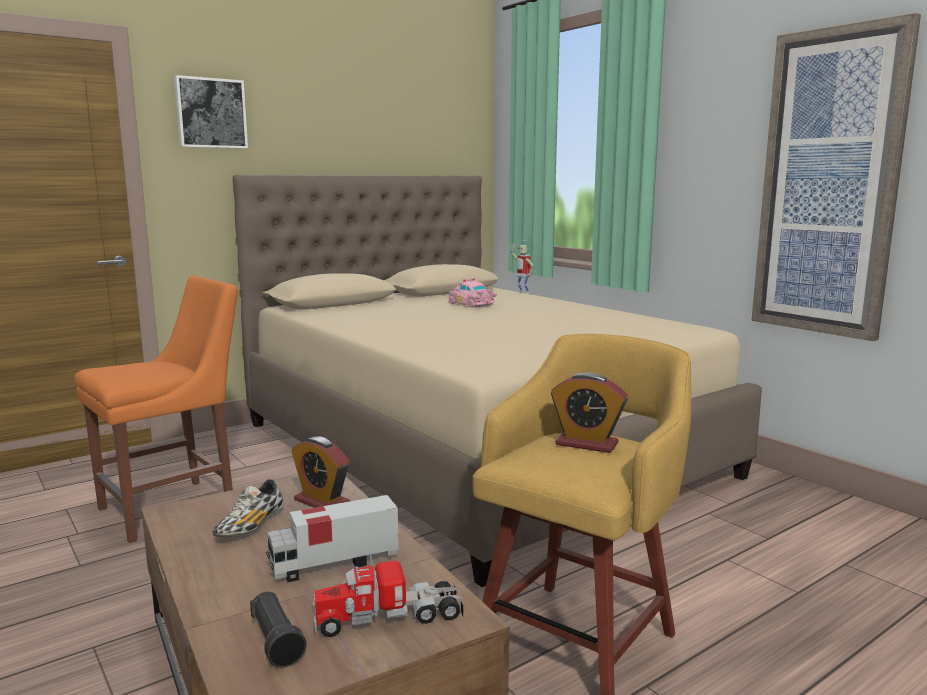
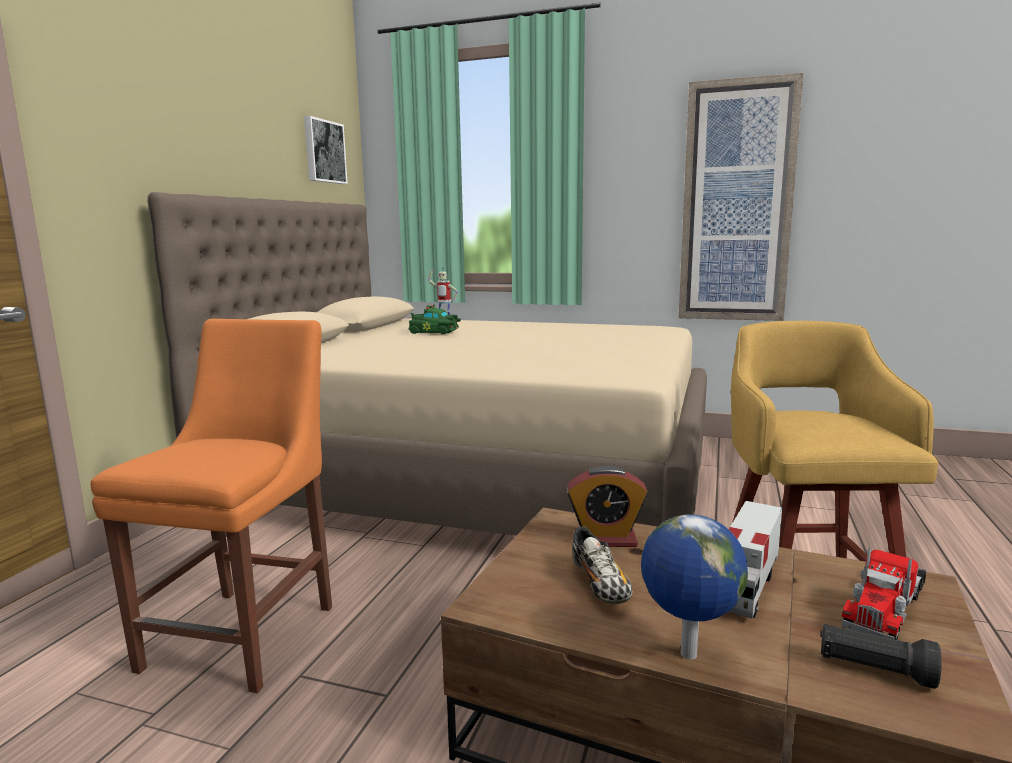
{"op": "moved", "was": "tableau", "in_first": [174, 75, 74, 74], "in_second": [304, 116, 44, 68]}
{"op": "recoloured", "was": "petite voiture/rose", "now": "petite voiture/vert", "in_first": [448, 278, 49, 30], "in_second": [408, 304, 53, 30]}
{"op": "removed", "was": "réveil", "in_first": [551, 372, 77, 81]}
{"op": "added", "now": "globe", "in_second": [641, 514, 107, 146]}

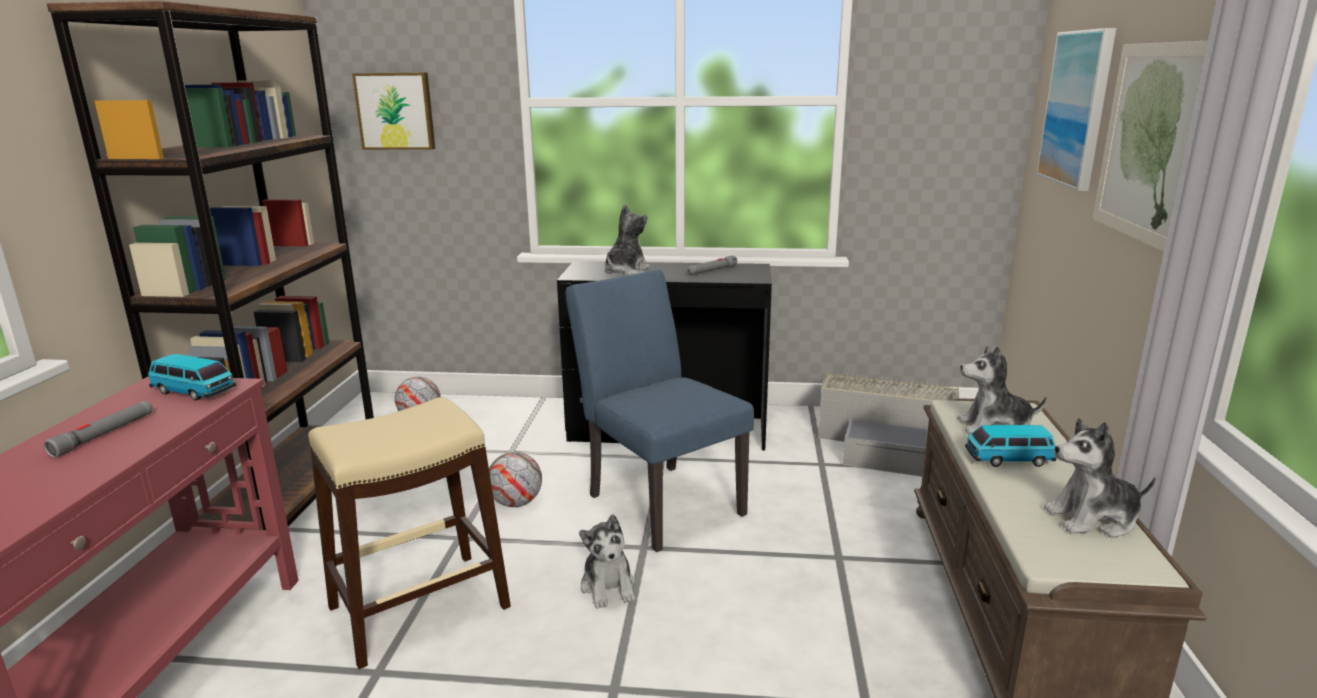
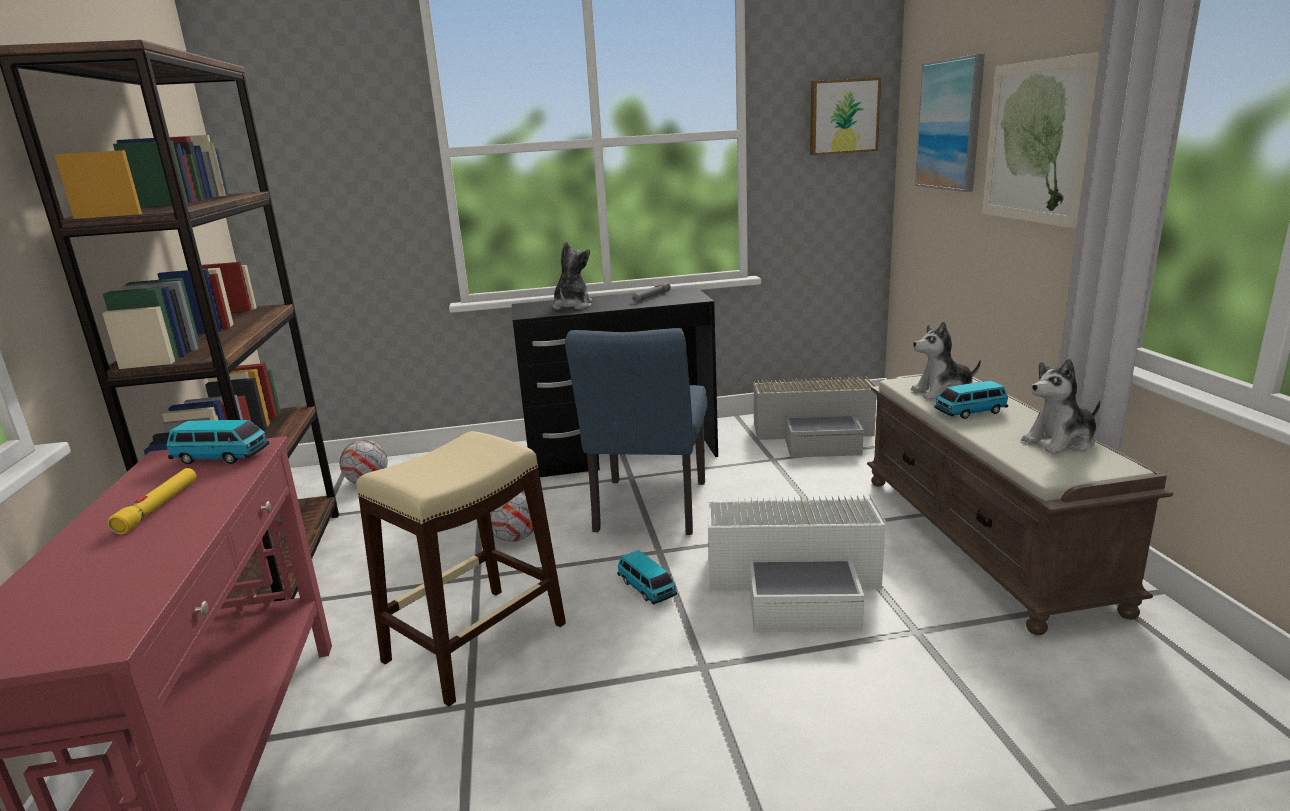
{"op": "recoloured", "was": "lampe de poche/gris", "now": "lampe de poche/jaune", "in_first": [44, 401, 109, 57], "in_second": [108, 468, 89, 66]}
{"op": "moved", "was": "tableau", "in_first": [352, 72, 83, 78], "in_second": [810, 77, 71, 78]}
{"op": "turned", "was": "chaise/bleu", "in_first": [566, 270, 188, 282], "in_second": [565, 328, 142, 207], "clockwise": -120}
{"op": "replaced", "was": "peluche", "now": "petite voiture", "in_first": [579, 514, 56, 95], "in_second": [617, 550, 60, 55]}
{"op": "added", "now": "boîte de rangement/blanc", "in_second": [708, 495, 178, 137]}

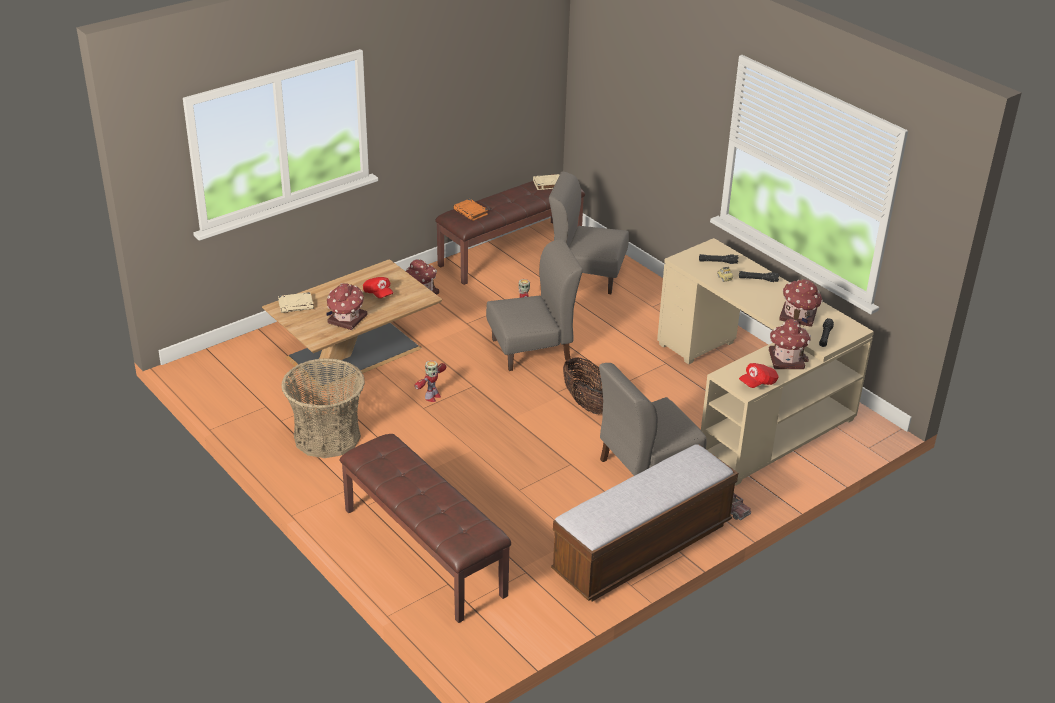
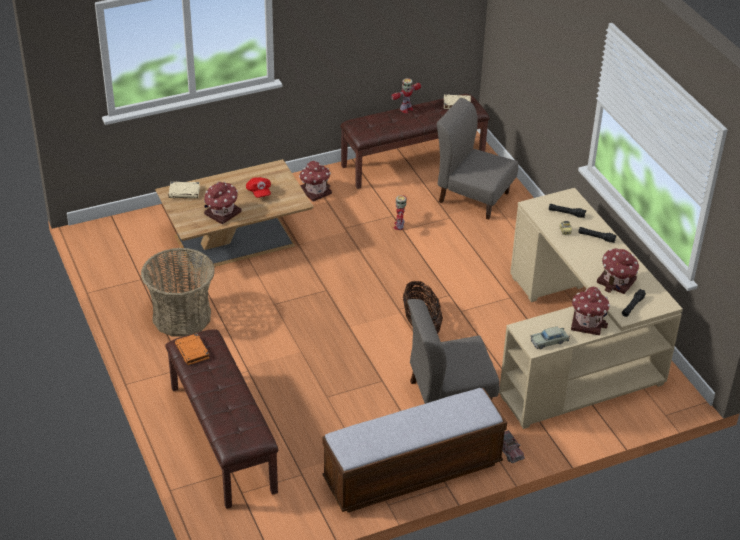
{"op": "moved", "was": "robot jouet", "in_first": [415, 360, 31, 42], "in_second": [391, 78, 30, 35]}
{"op": "moved", "was": "livre/orange", "in_first": [453, 199, 35, 22], "in_second": [175, 333, 34, 32]}
{"op": "removed", "was": "chaise/gris", "in_first": [486, 239, 97, 132]}
{"op": "replaced", "was": "casquette/rouge", "now": "petite voiture/beige", "in_first": [739, 363, 40, 25], "in_second": [531, 327, 39, 22]}

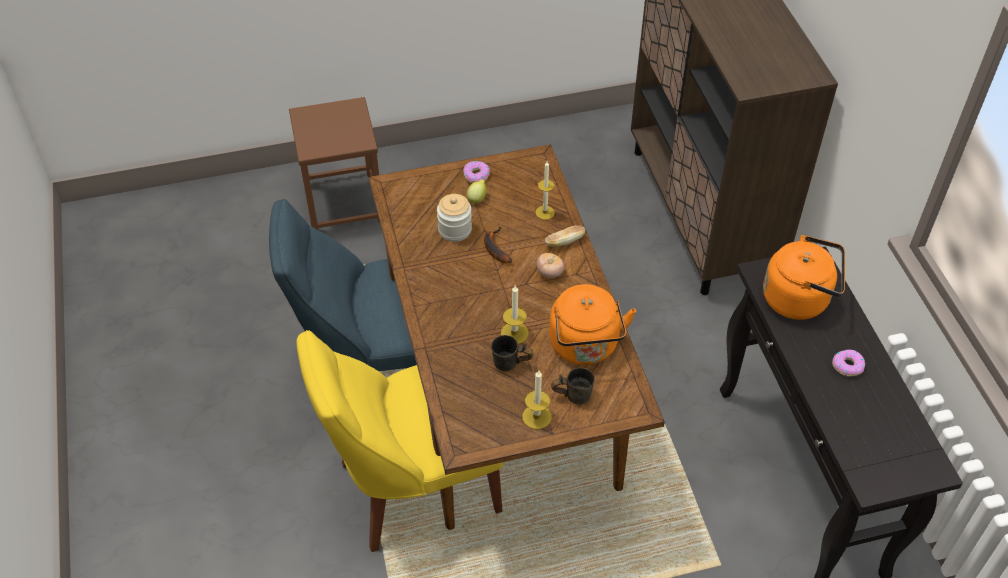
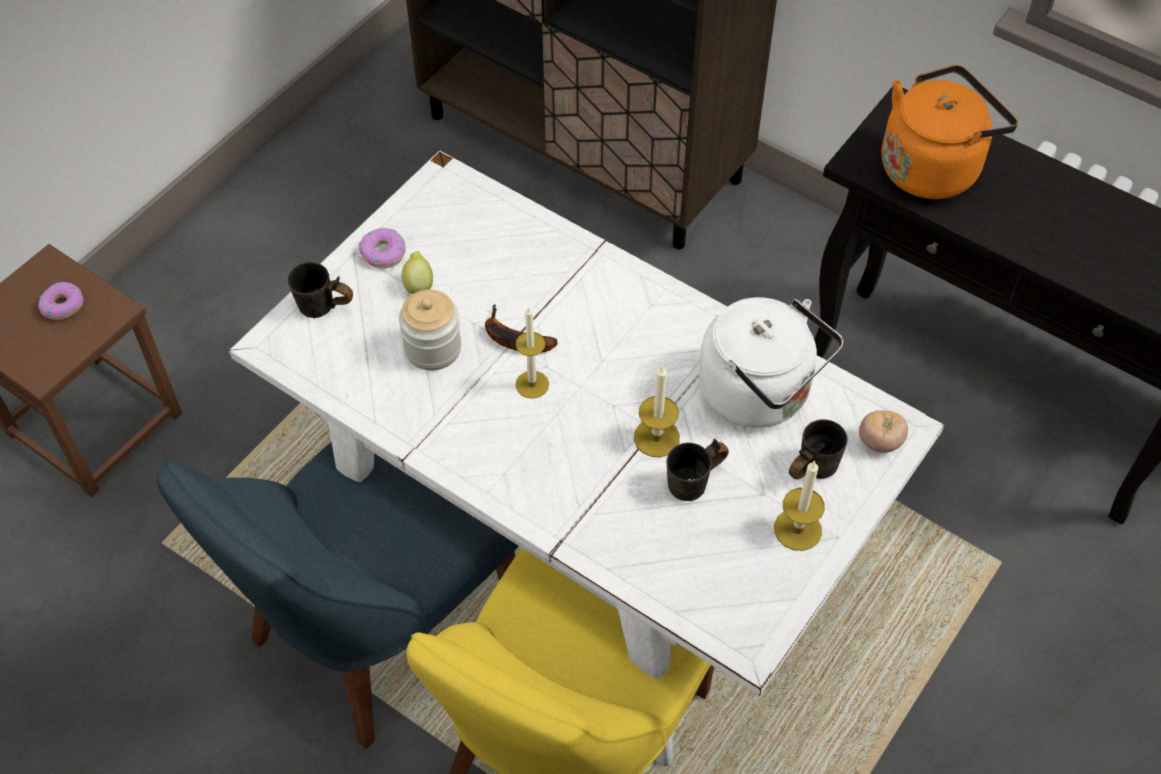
{"op": "recoloured", "was": "table à manger/marron", "now": "table à manger/blanc", "in_first": [369, 144, 296, 386], "in_second": [229, 150, 716, 616]}
{"op": "moved", "was": "bougie", "in_first": [536, 161, 19, 59], "in_second": [515, 307, 34, 92]}
{"op": "moved", "was": "tomate", "in_first": [537, 253, 27, 25], "in_second": [859, 410, 49, 43]}
{"op": "removed", "was": "pain", "in_first": [545, 225, 40, 22]}
{"op": "recoloured", "was": "bouilloire/orange", "now": "bouilloire/blanc", "in_first": [549, 284, 87, 81], "in_second": [698, 297, 145, 131]}
{"op": "moved", "was": "beignet", "in_first": [832, 350, 33, 26], "in_second": [38, 282, 46, 38]}
{"op": "added", "now": "mug/gris", "in_second": [288, 262, 65, 56]}

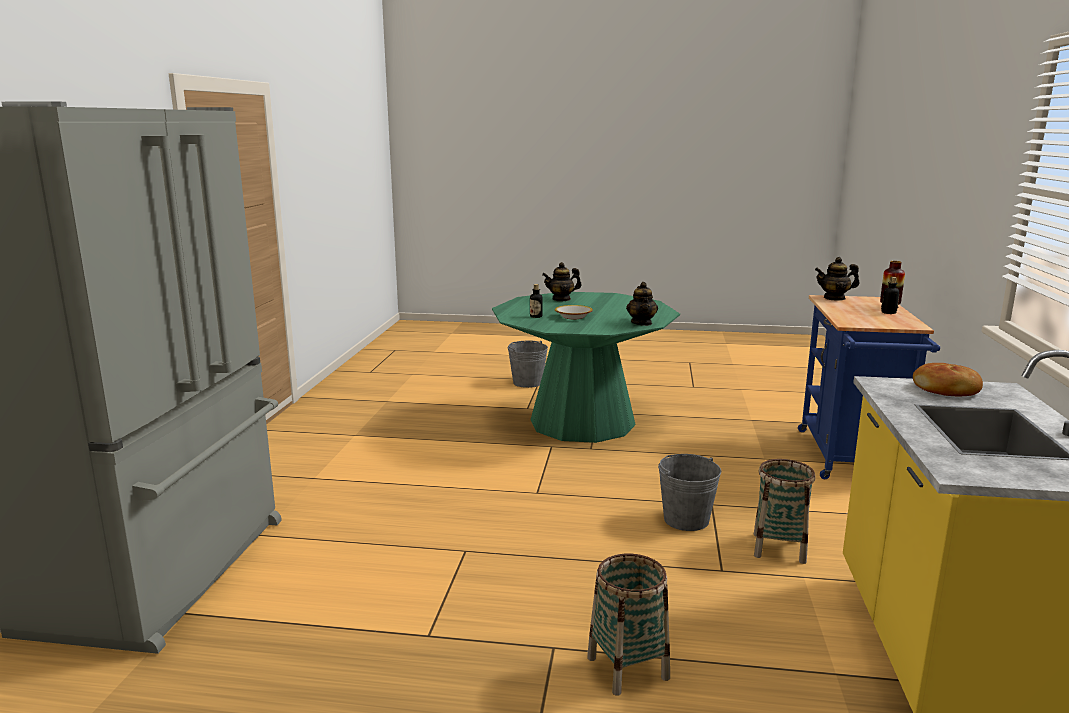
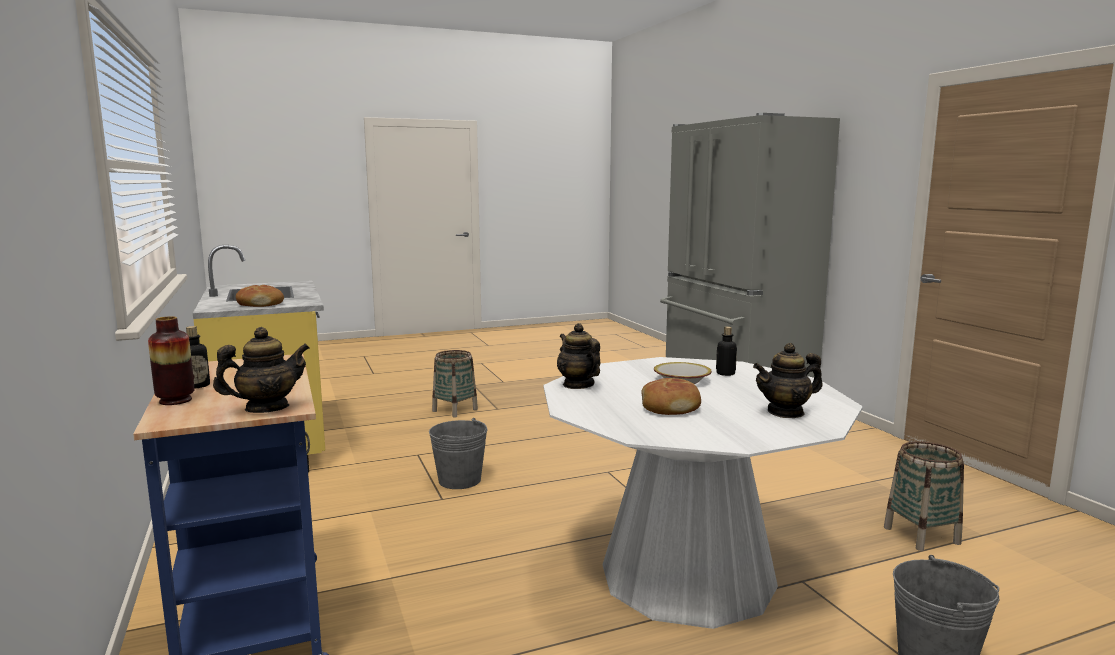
{"op": "recoloured", "was": "table à manger/vert", "now": "table à manger/blanc", "in_first": [492, 292, 188, 151], "in_second": [543, 357, 320, 272]}
{"op": "turned", "was": "théière", "in_first": [542, 262, 40, 39], "in_second": [753, 343, 70, 75], "clockwise": -150}
{"op": "moved", "was": "panier", "in_first": [754, 459, 61, 105], "in_second": [884, 441, 80, 110]}
{"op": "added", "now": "pain", "in_second": [641, 378, 60, 37]}

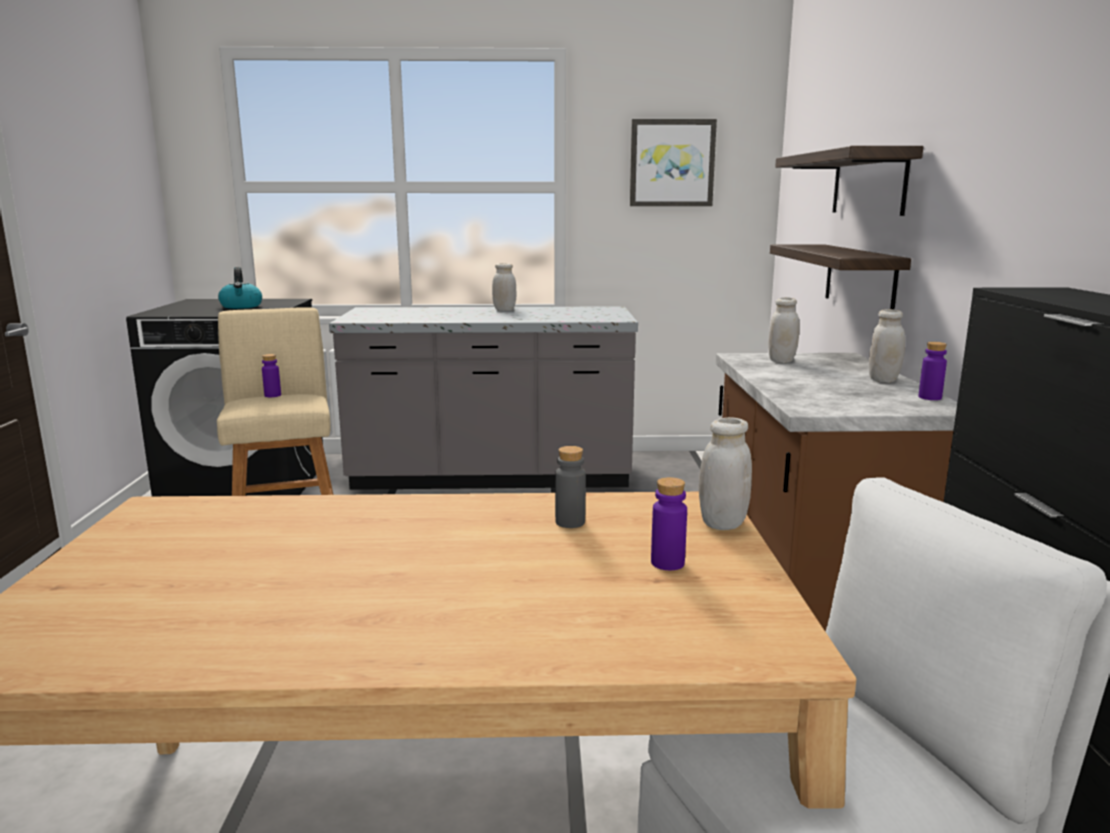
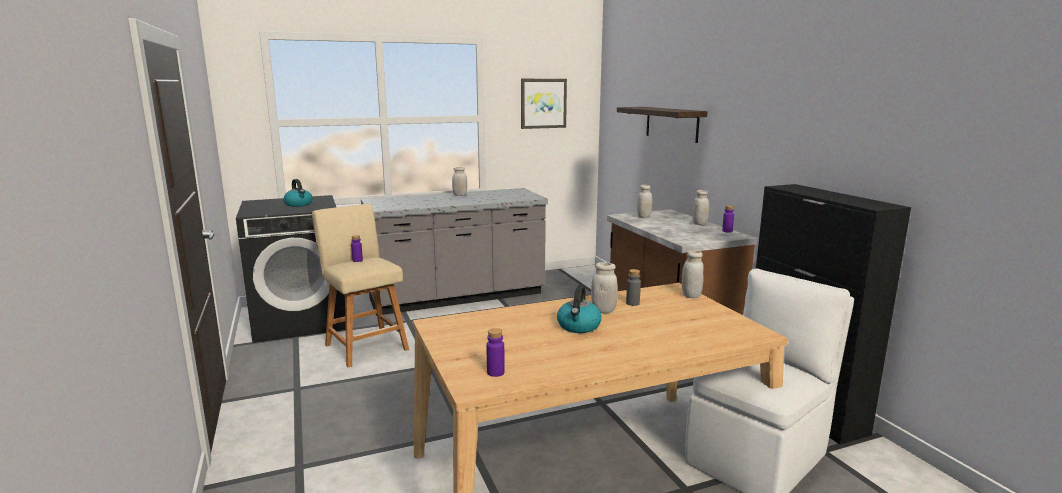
{"op": "moved", "was": "bouteille/violet", "in_first": [651, 477, 36, 93], "in_second": [486, 328, 19, 49]}
{"op": "removed", "was": "étagère", "in_first": [770, 244, 141, 66]}
{"op": "added", "now": "bouilloire", "in_second": [557, 285, 45, 48]}
{"op": "added", "now": "bocal/blanc", "in_second": [591, 262, 27, 51]}

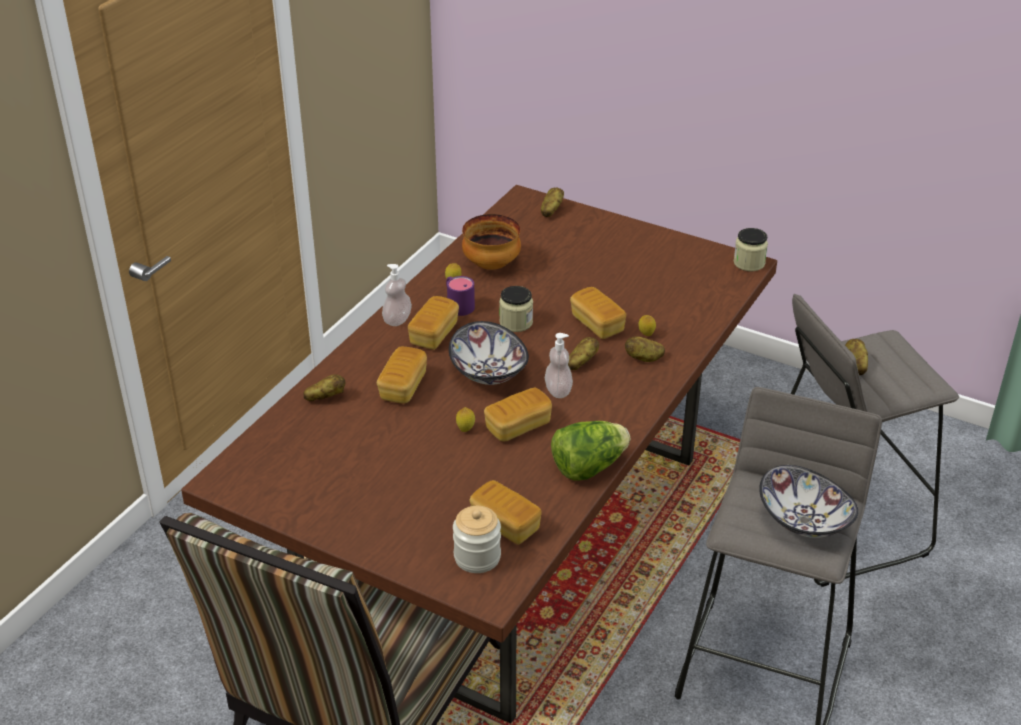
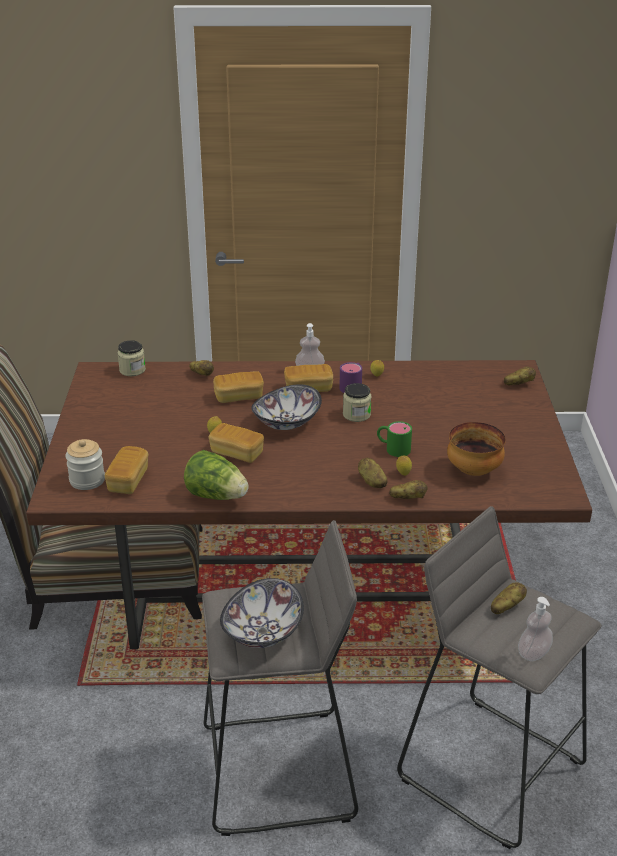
{"op": "moved", "was": "bol", "in_first": [462, 214, 59, 56], "in_second": [447, 422, 59, 54]}
{"op": "moved", "was": "distributeur de savon", "in_first": [545, 333, 28, 65], "in_second": [518, 597, 35, 64]}
{"op": "moved", "was": "pomme de terre", "in_first": [568, 337, 31, 33], "in_second": [389, 480, 39, 19]}
{"op": "replaced", "was": "pain", "now": "mug/vert", "in_first": [570, 287, 56, 52], "in_second": [377, 421, 35, 36]}
{"op": "moved", "was": "bocal", "in_first": [734, 228, 34, 43], "in_second": [117, 340, 29, 36]}

